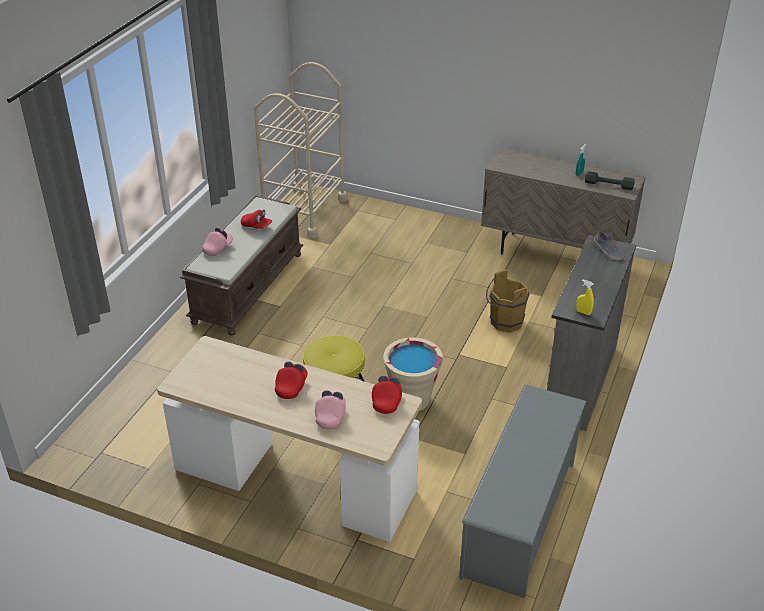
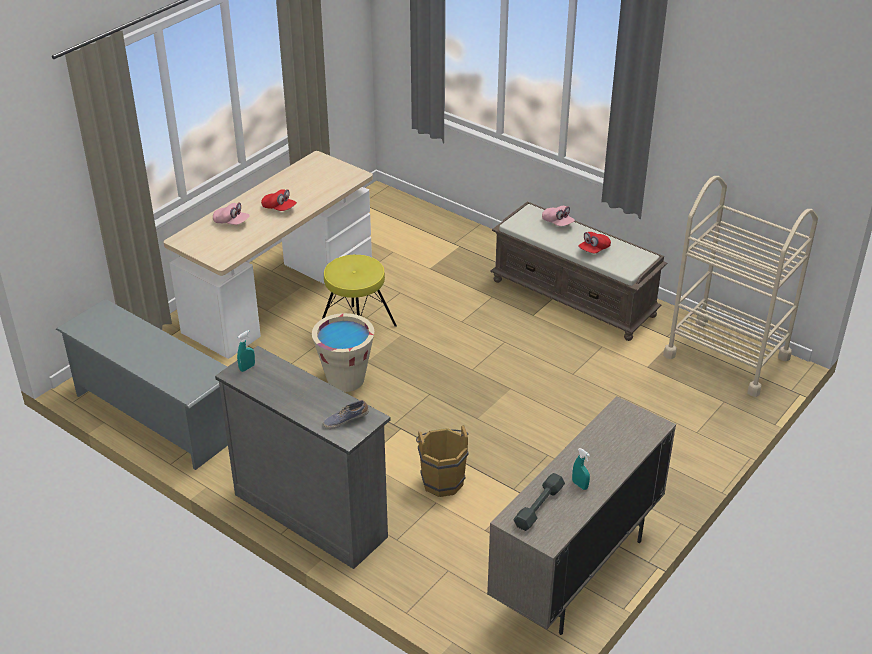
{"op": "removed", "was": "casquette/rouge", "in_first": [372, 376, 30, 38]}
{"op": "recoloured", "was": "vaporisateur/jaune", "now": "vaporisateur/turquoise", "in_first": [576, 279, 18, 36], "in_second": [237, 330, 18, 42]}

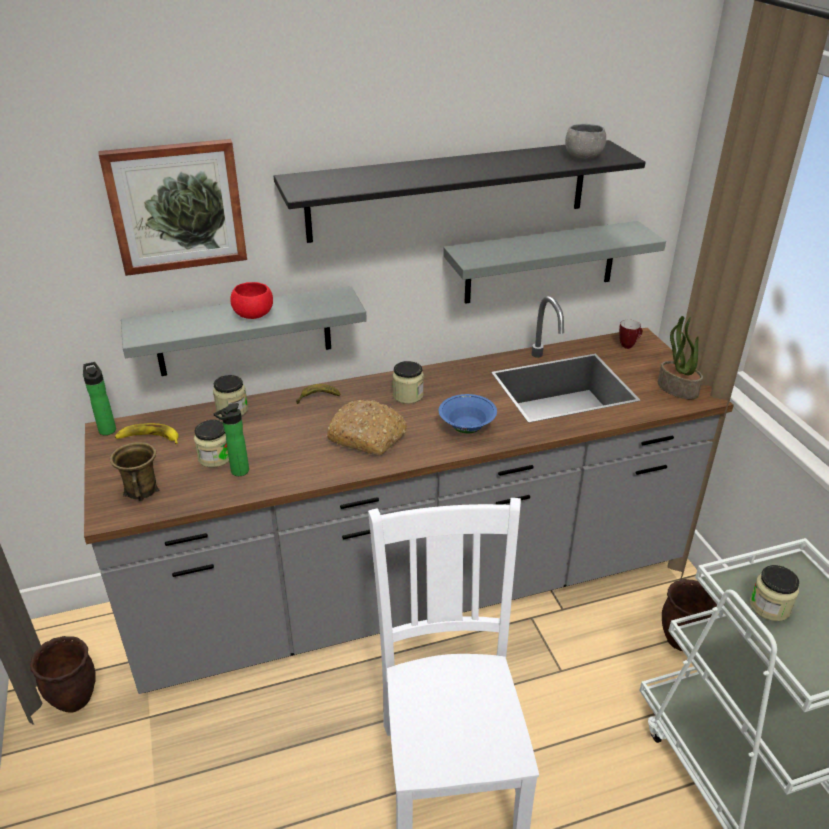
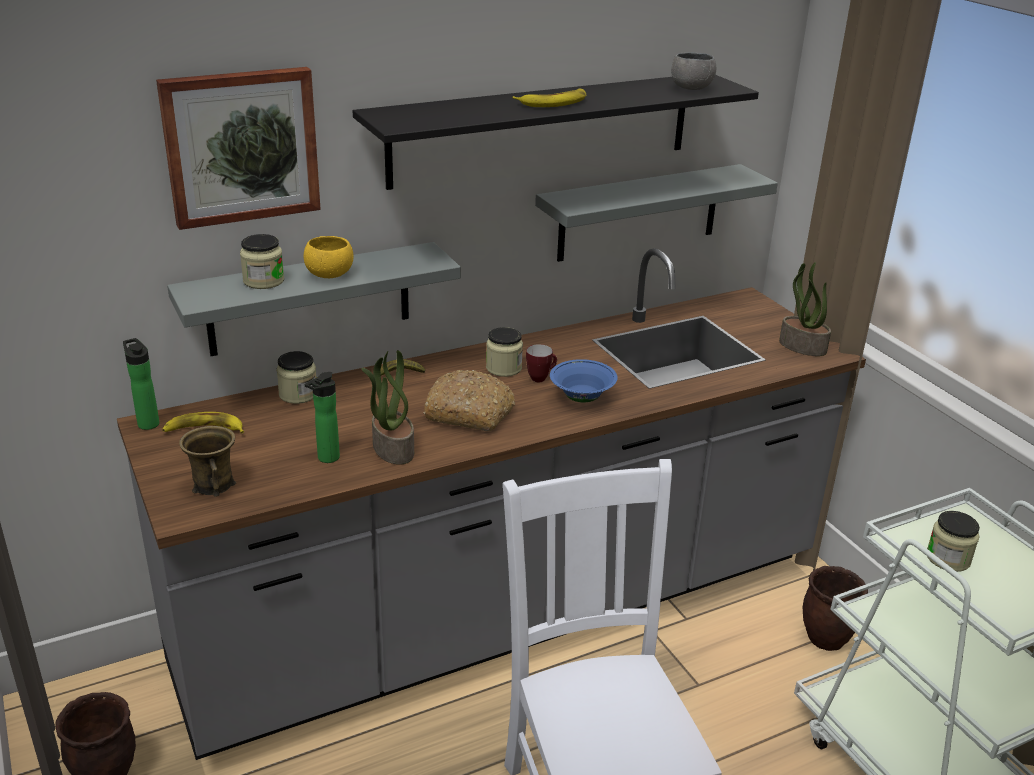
{"op": "moved", "was": "bocal", "in_first": [194, 420, 35, 48], "in_second": [240, 234, 44, 55]}
{"op": "recoloured", "was": "bol/rouge", "now": "bol/jaune", "in_first": [230, 282, 43, 37], "in_second": [303, 236, 50, 42]}
{"op": "moved", "was": "mug", "in_first": [619, 319, 24, 30], "in_second": [526, 344, 31, 38]}
{"op": "added", "now": "plante en pot", "in_second": [361, 350, 53, 115]}
{"op": "added", "now": "banane", "in_second": [512, 88, 74, 19]}

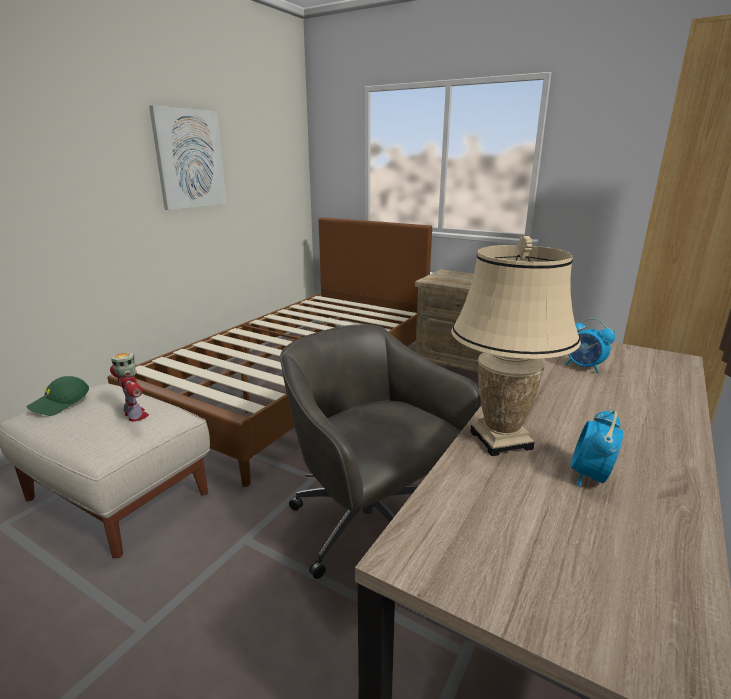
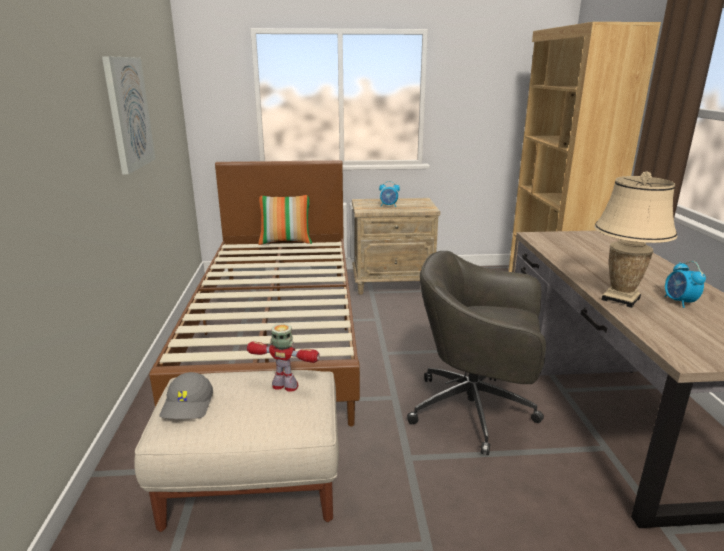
{"op": "recoloured", "was": "casquette/vert", "now": "casquette/gris", "in_first": [27, 376, 62, 40], "in_second": [159, 372, 54, 47]}
{"op": "moved", "was": "réveil", "in_first": [566, 318, 49, 55], "in_second": [379, 181, 21, 26]}
{"op": "added", "now": "coussin", "in_second": [258, 195, 54, 50]}

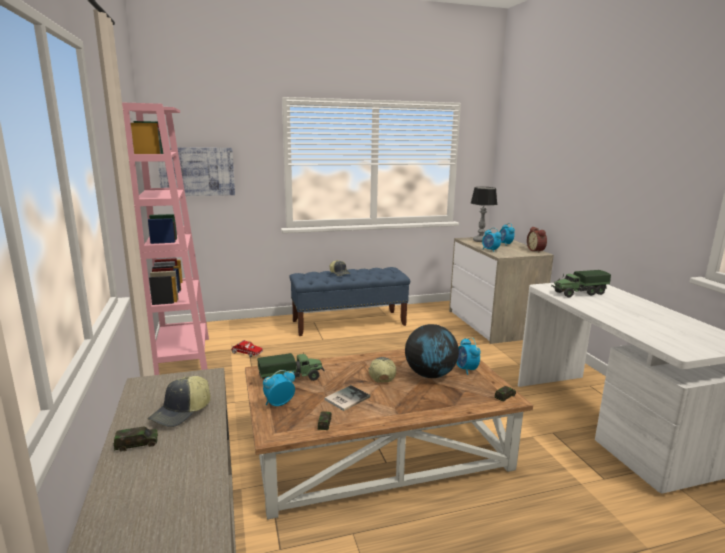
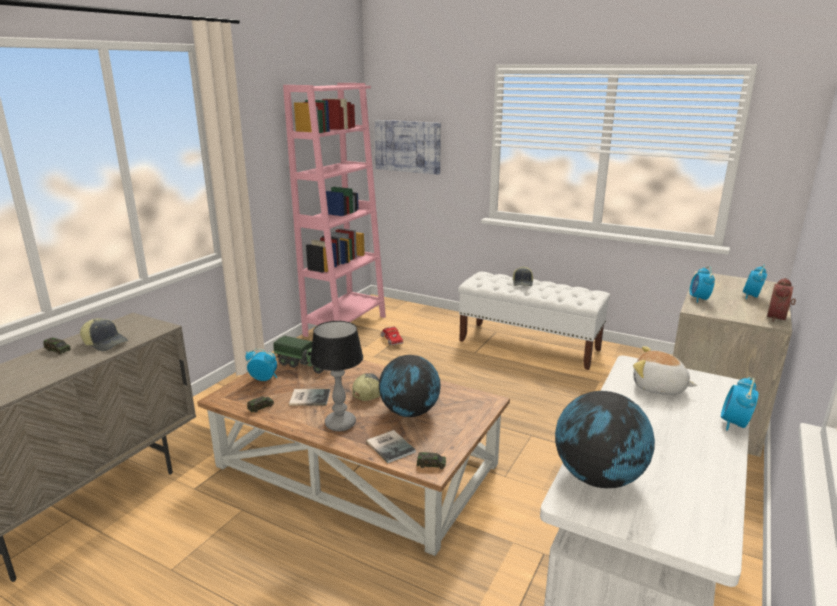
{"op": "turned", "was": "casquette", "in_first": [148, 376, 63, 51], "in_second": [80, 318, 48, 33], "clockwise": -135}
{"op": "recoloured", "was": "banc/bleu", "now": "banc/blanc", "in_first": [289, 267, 121, 69], "in_second": [458, 272, 152, 98]}
{"op": "moved", "was": "réveil", "in_first": [457, 337, 24, 38], "in_second": [721, 377, 38, 54]}
{"op": "moved", "was": "lampe de table", "in_first": [471, 187, 26, 55], "in_second": [310, 321, 53, 110]}
{"op": "replaced", "was": "camion jouet", "now": "peluche", "in_first": [551, 270, 60, 28], "in_second": [633, 346, 64, 49]}
{"op": "added", "now": "livre", "in_second": [366, 430, 50, 33]}
{"op": "added", "now": "globe", "in_second": [555, 391, 100, 97]}

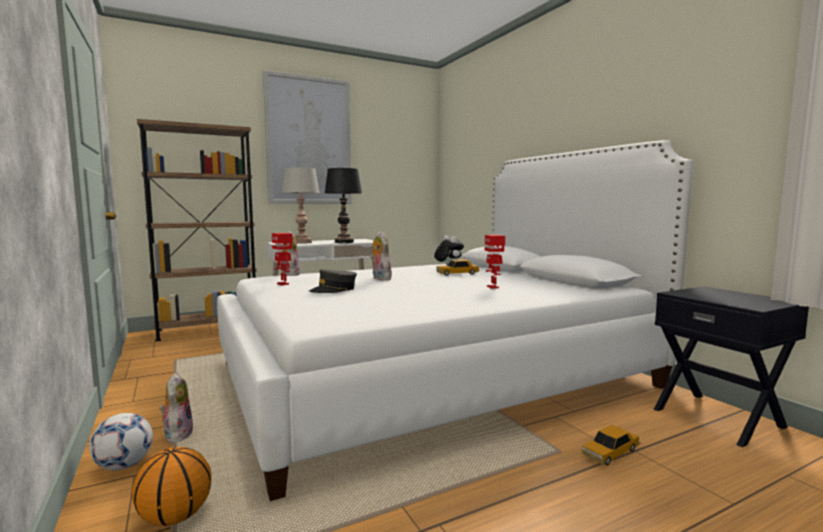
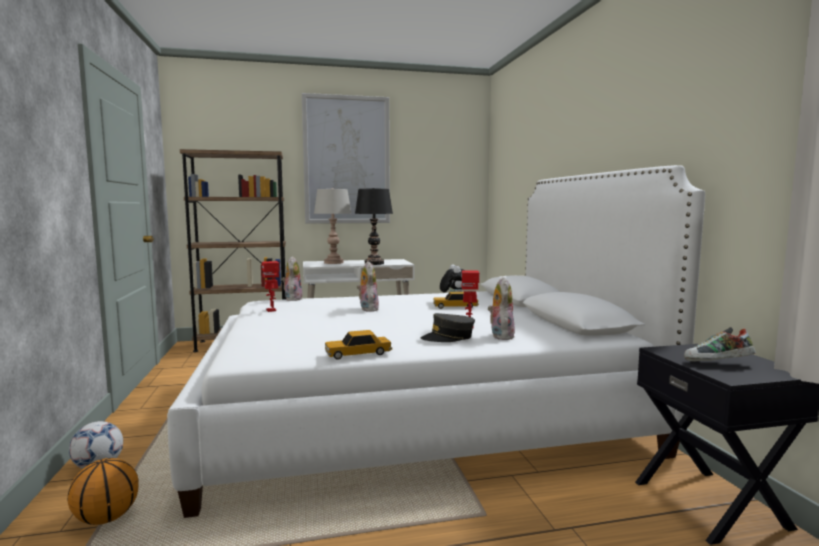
{"op": "moved", "was": "peluche", "in_first": [159, 373, 34, 70], "in_second": [488, 277, 27, 63]}
{"op": "moved", "was": "casquette/gris", "in_first": [309, 269, 48, 24], "in_second": [421, 313, 54, 29]}
{"op": "moved", "was": "petite voiture", "in_first": [582, 425, 58, 40], "in_second": [325, 330, 67, 30]}
{"op": "added", "now": "chaussure", "in_second": [684, 327, 72, 34]}

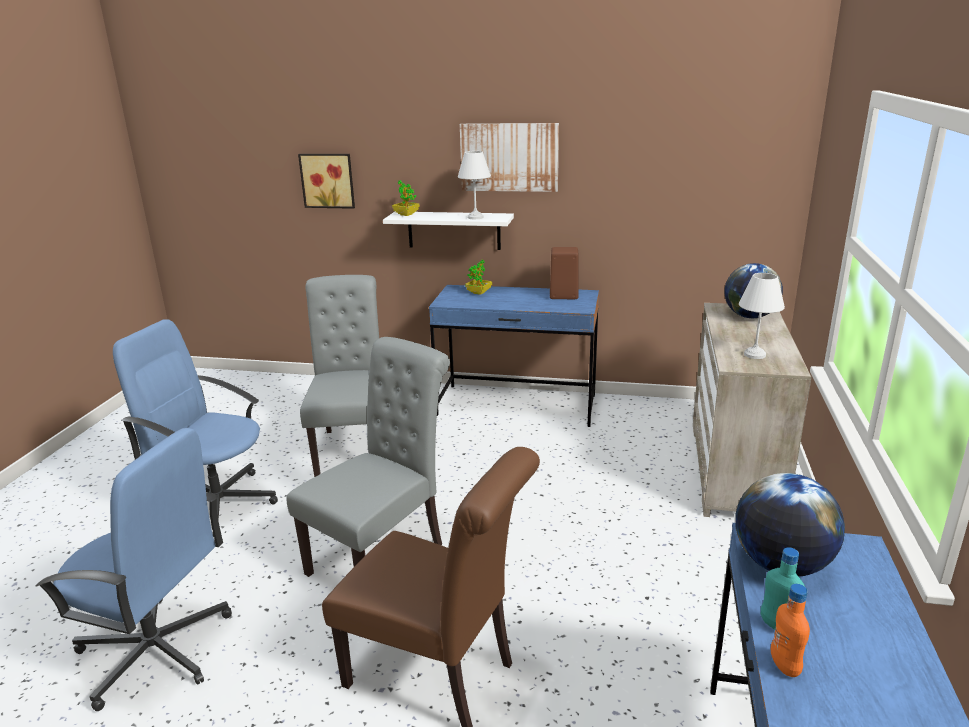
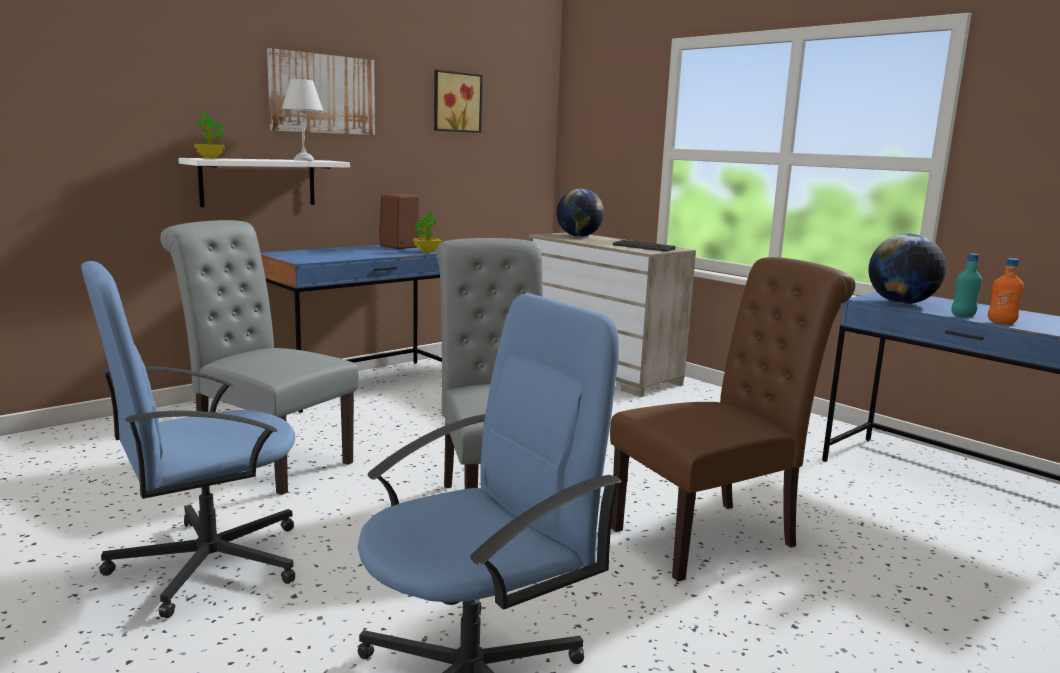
{"op": "moved", "was": "tableau", "in_first": [298, 154, 57, 55], "in_second": [434, 70, 49, 63]}
{"op": "moved", "was": "plante en pot", "in_first": [465, 260, 27, 35], "in_second": [413, 212, 29, 40]}
{"op": "replaced", "was": "lampe de table/blanc", "now": "clavier", "in_first": [739, 273, 46, 86], "in_second": [613, 240, 62, 11]}

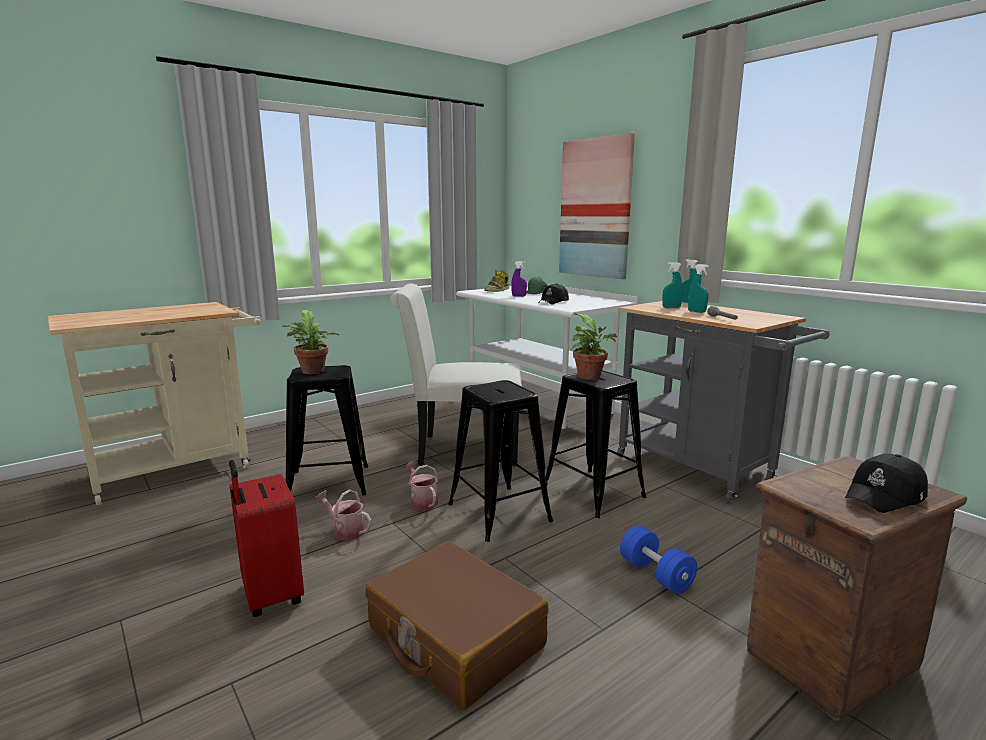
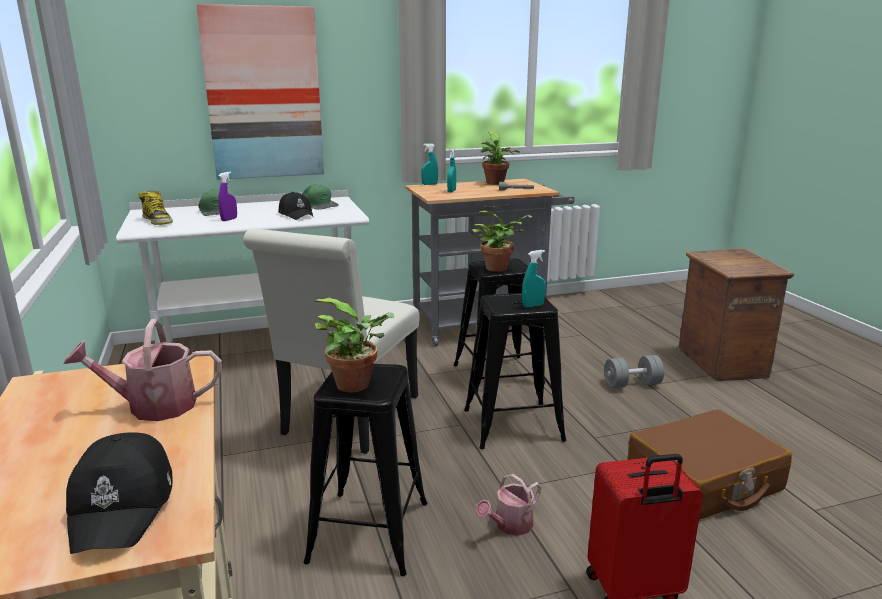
{"op": "moved", "was": "arrosoir", "in_first": [405, 462, 33, 48], "in_second": [64, 319, 158, 102]}
{"op": "recoloured", "was": "haltère/bleu", "now": "haltère/gris", "in_first": [620, 525, 77, 69], "in_second": [604, 355, 60, 33]}
{"op": "moved", "was": "vaporisateur/turquoise", "in_first": [688, 264, 21, 49], "in_second": [522, 250, 24, 57]}
{"op": "moved", "was": "casquette/noir", "in_first": [845, 454, 83, 59], "in_second": [66, 432, 107, 122]}
{"op": "added", "now": "casquette/vert", "in_second": [302, 184, 37, 26]}
{"op": "added", "now": "plante en pot", "in_second": [480, 132, 40, 53]}

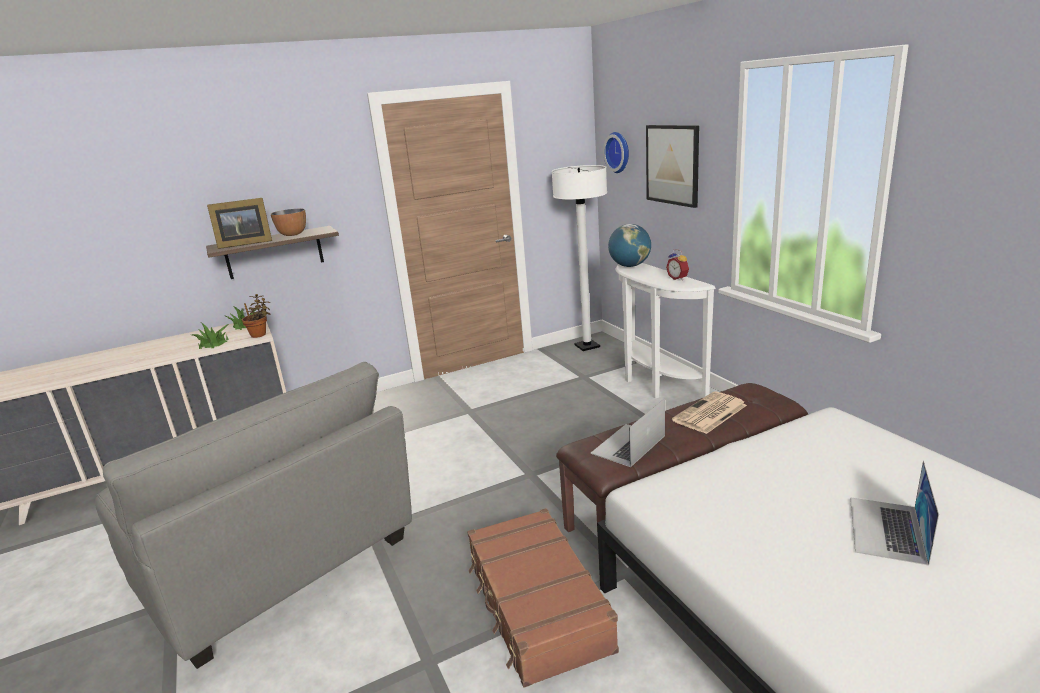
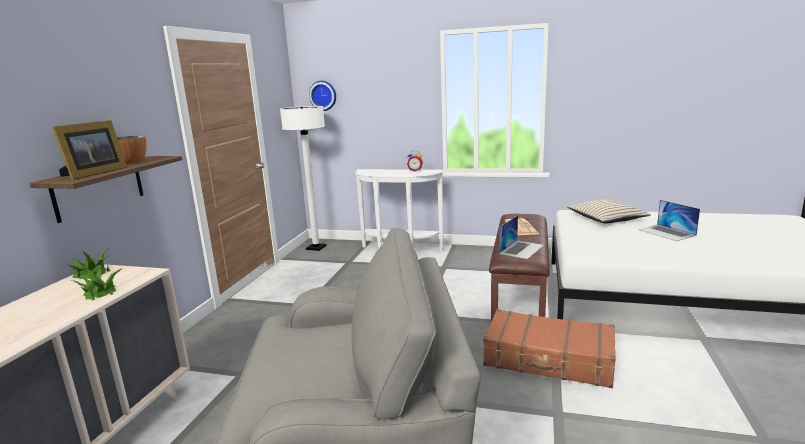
{"op": "removed", "was": "plante en pot", "in_first": [242, 294, 29, 44]}
{"op": "turned", "was": "ordinateur portable", "in_first": [590, 398, 75, 69], "in_second": [499, 216, 45, 43], "clockwise": -135}
{"op": "removed", "was": "globe", "in_first": [608, 224, 43, 43]}
{"op": "removed", "was": "tableau", "in_first": [646, 125, 53, 83]}
{"op": "added", "now": "coussin/beige", "in_second": [567, 199, 84, 24]}

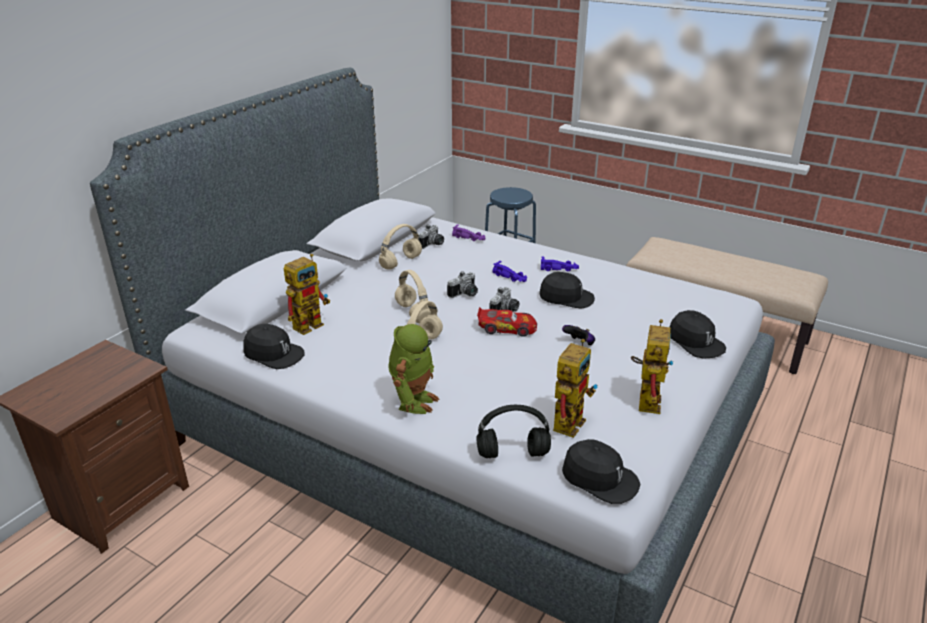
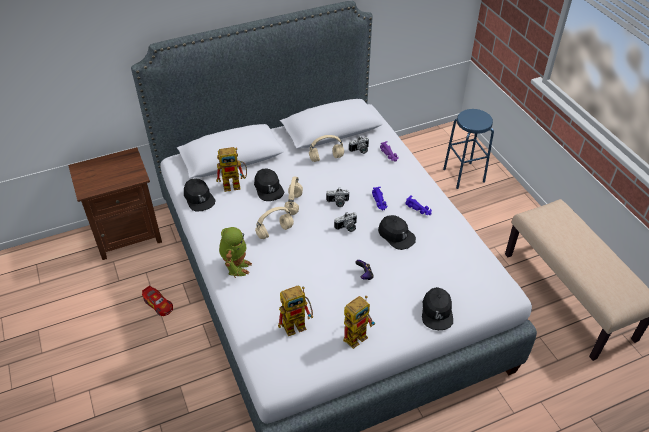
{"op": "turned", "was": "robot jouet", "in_first": [388, 324, 51, 90], "in_second": [219, 227, 33, 51], "clockwise": -45}
{"op": "removed", "was": "casque audio/noir", "in_first": [476, 405, 75, 53]}
{"op": "moved", "was": "petite voiture", "in_first": [477, 307, 60, 30], "in_second": [142, 285, 31, 31]}
{"op": "moved", "was": "casquette/noir", "in_first": [562, 439, 79, 65], "in_second": [254, 168, 30, 33]}

